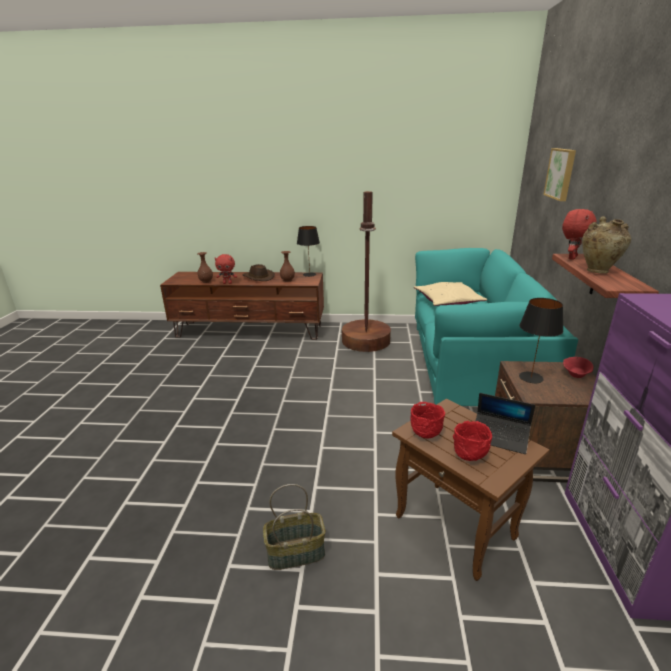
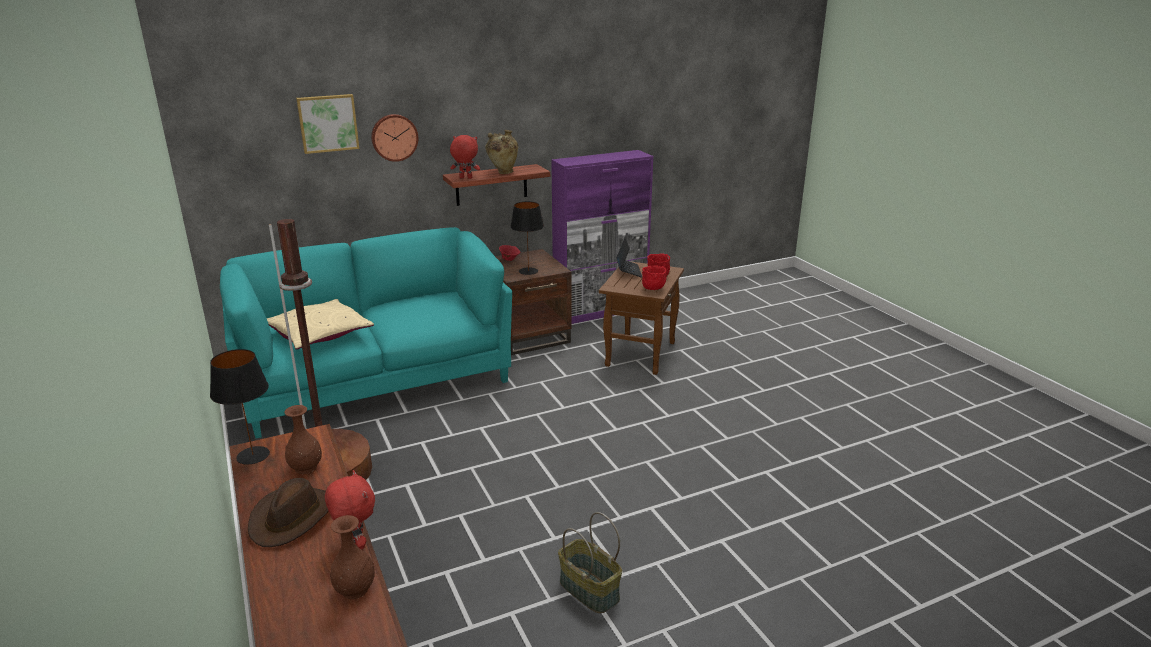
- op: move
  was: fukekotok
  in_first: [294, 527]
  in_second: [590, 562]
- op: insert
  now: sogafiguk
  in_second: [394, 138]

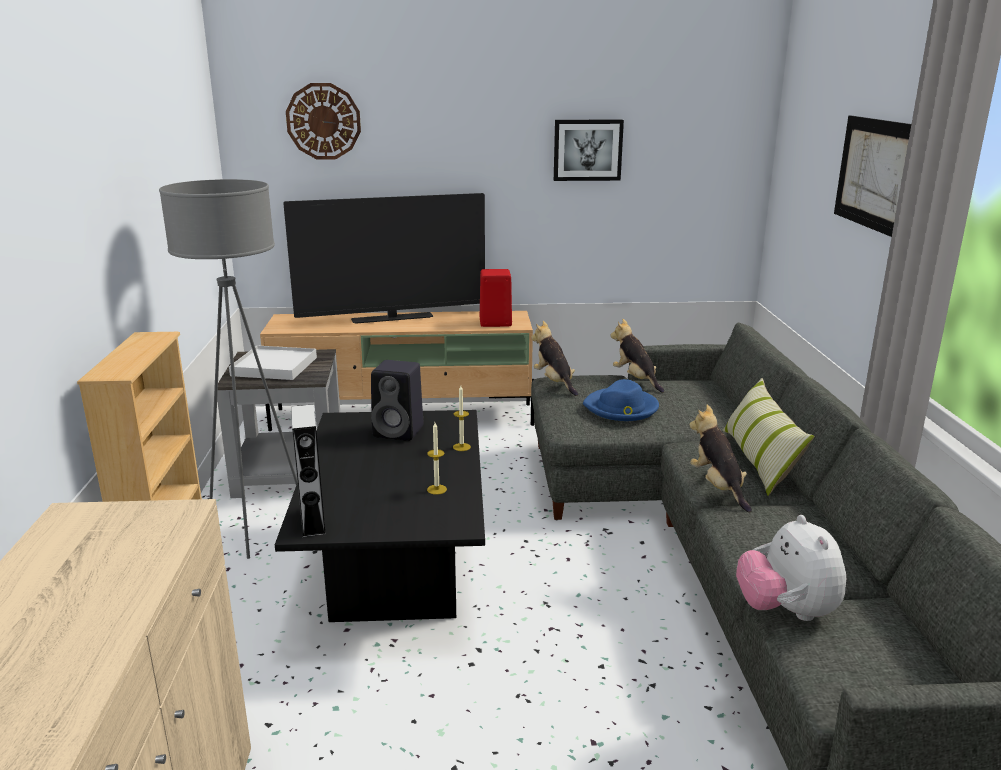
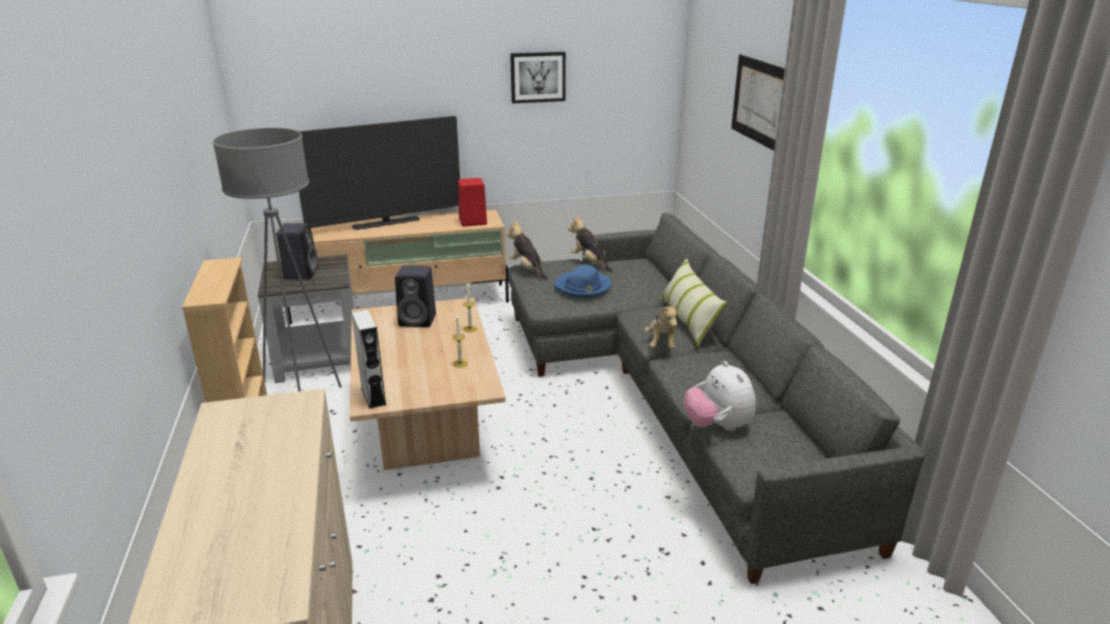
- op: delete
  was: sogafiguk
  in_first: [323, 121]
- op: replace
  was: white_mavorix
  now: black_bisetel
  in_first: [273, 362]
  in_second: [297, 251]
- op: rotate
  was: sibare
  in_first: [721, 458]
  in_second: [662, 326]
  clockwise: -150
- op: recolor
  was: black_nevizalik
  now: beige_nevizalik
  in_first: [380, 516]
  in_second: [428, 384]

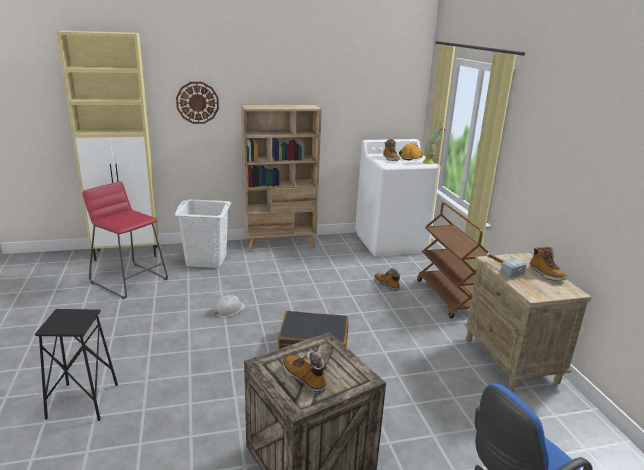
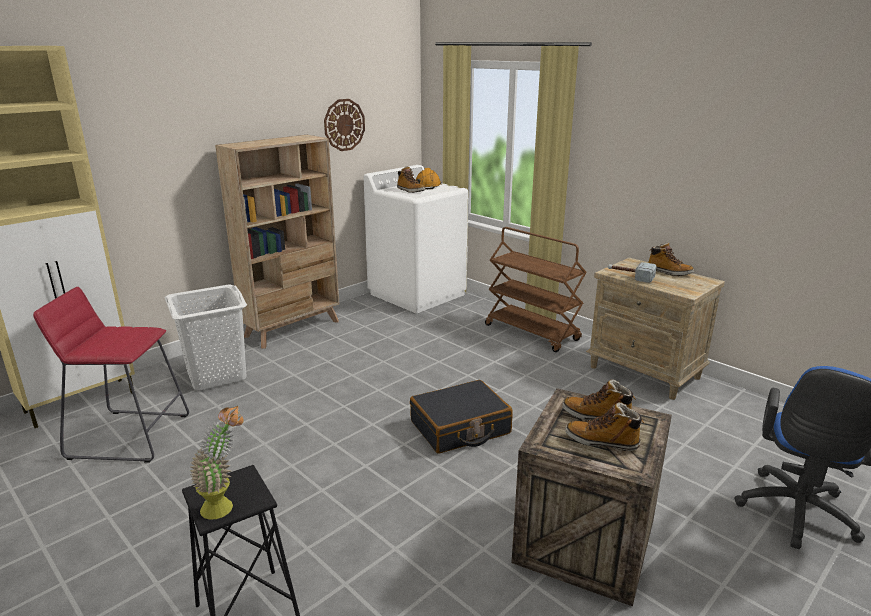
- op: move
  was: sogafiguk
  in_first: [197, 103]
  in_second: [344, 125]
- op: move
  was: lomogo
  in_first: [434, 144]
  in_second: [217, 463]
- op: move
  was: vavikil
  in_first: [387, 279]
  in_second: [599, 399]
- op: delete
  was: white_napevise
  in_first: [230, 306]

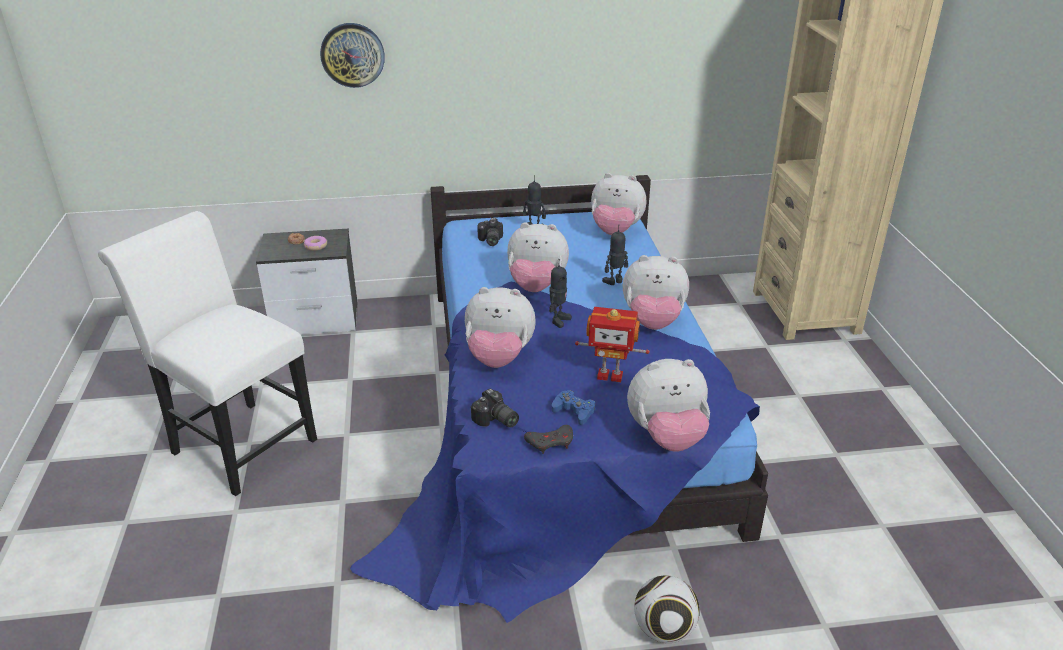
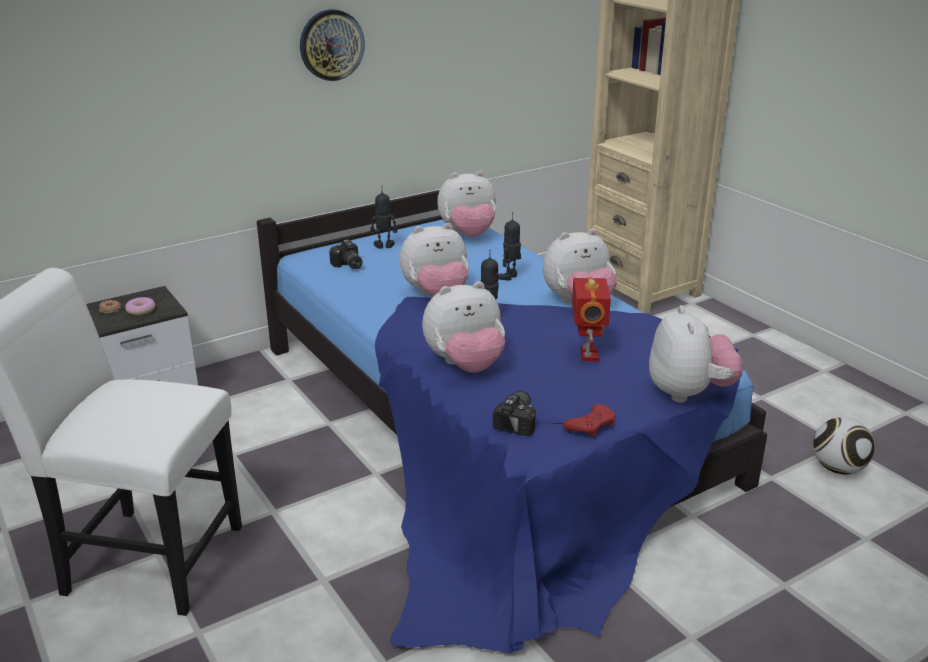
- op: move
  was: sogafiguk
  in_first: [352, 55]
  in_second: [332, 45]
- op: rotate
  was: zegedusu
  in_first: [612, 344]
  in_second: [591, 319]
  clockwise: -75
- op: rotate
  was: sibare
  in_first: [668, 405]
  in_second: [696, 354]
  clockwise: -60
- op: rotate
  was: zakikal
  in_first: [495, 408]
  in_second: [514, 413]
  clockwise: -90
- op: delete
  was: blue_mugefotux
  in_first: [573, 407]
- op: recolor
  was: grey_mugefotux
  now: red_mugefotux
  in_first: [548, 439]
  in_second: [589, 420]
- op: move
  was: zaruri
  in_first: [667, 609]
  in_second: [844, 446]

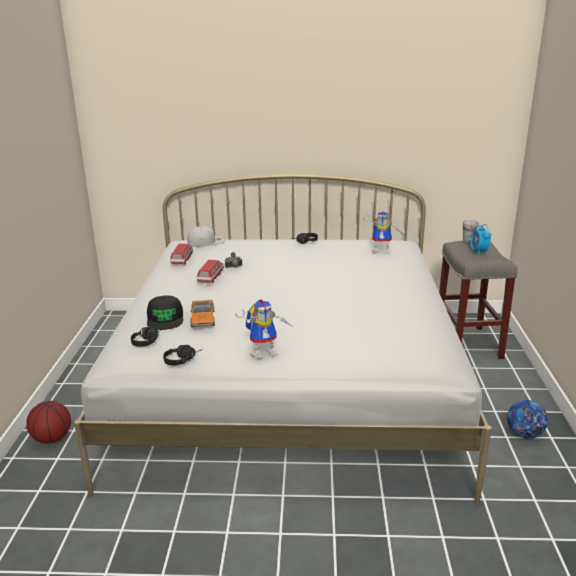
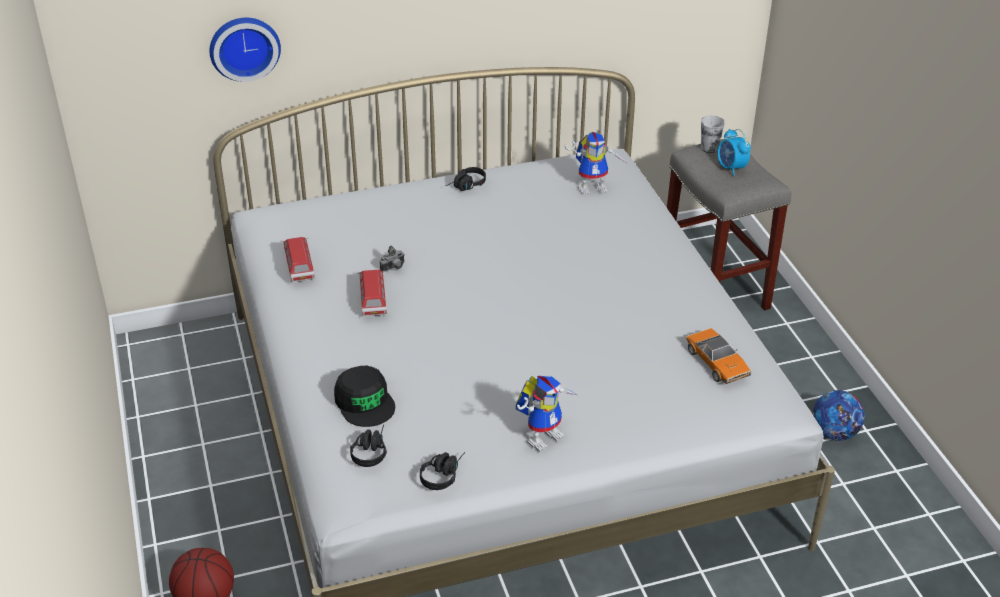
- op: delete
  was: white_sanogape
  in_first: [206, 236]
- op: move
  was: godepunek
  in_first: [202, 313]
  in_second: [718, 356]
- op: insert
  now: sogafiguk
  in_second: [245, 50]

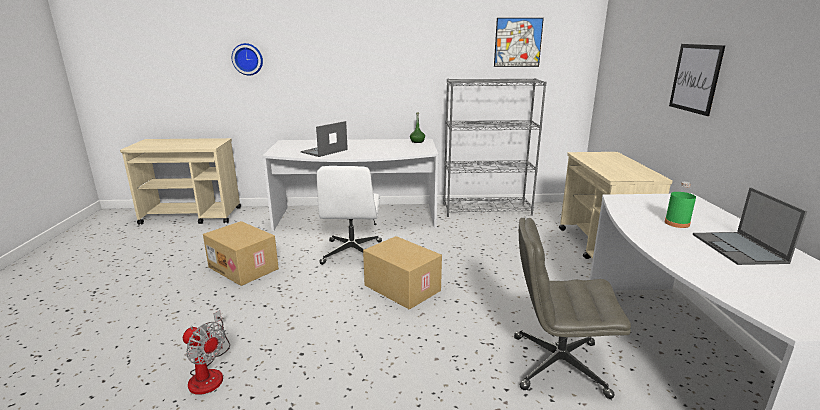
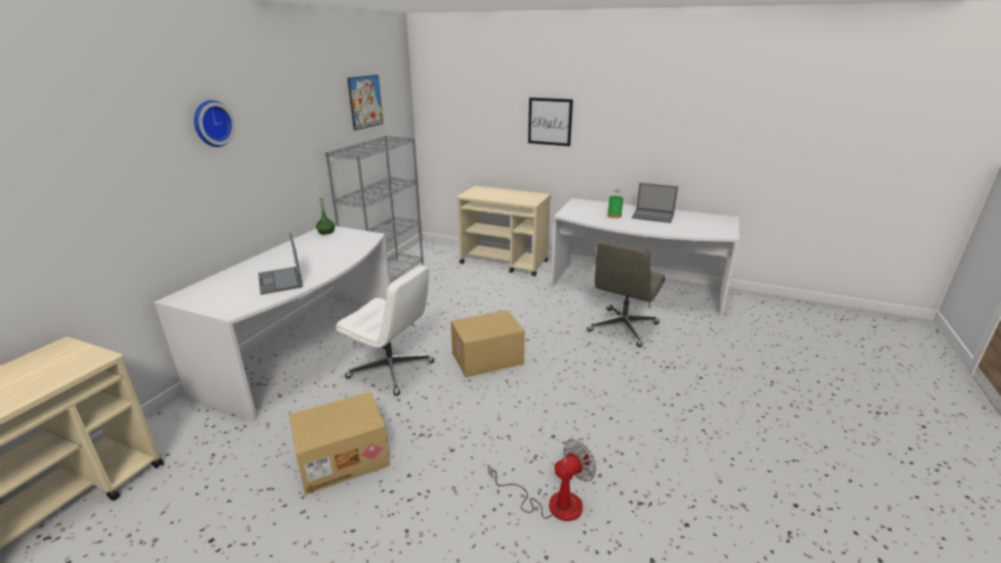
- op: move
  was: sogafiguk
  in_first: [247, 59]
  in_second: [214, 123]

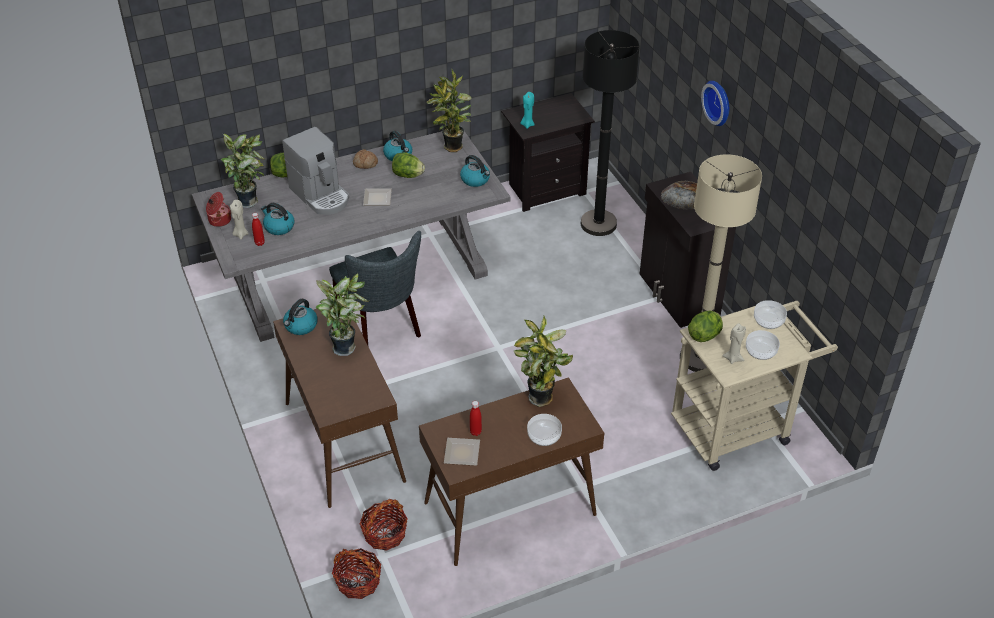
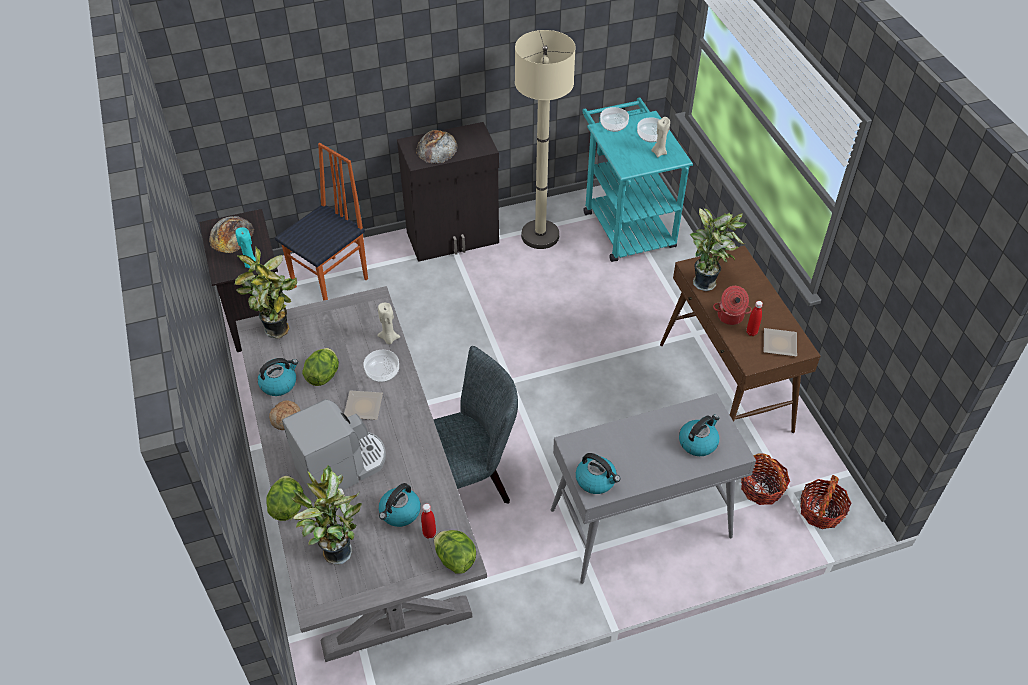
- op: replace
  was: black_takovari
  now: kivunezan
  in_first: [610, 133]
  in_second: [321, 222]
- op: delete
  was: sogafiguk
  in_first: [715, 103]
- op: move
  was: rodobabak
  in_first: [475, 171]
  in_second: [699, 435]
- op: move
  was: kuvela
  in_first: [218, 209]
  in_second: [732, 305]
- op: move
  was: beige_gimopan
  in_first: [239, 219]
  in_second: [389, 323]
- op: delete
  was: lomogo
  in_first: [342, 314]
- op: recolor
  was: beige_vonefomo
  now: turquoise_vonefomo
  in_first: [754, 386]
  in_second: [638, 180]
- op: recolor
  was: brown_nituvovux
  now: grey_nituvovux
  in_first: [339, 407]
  in_second: [653, 488]
- op: move
  was: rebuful
  in_first: [705, 326]
  in_second: [455, 552]
- op: move
  was: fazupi
  in_first: [544, 430]
  in_second: [381, 366]
- op: insert
  now: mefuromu
  in_second: [231, 234]

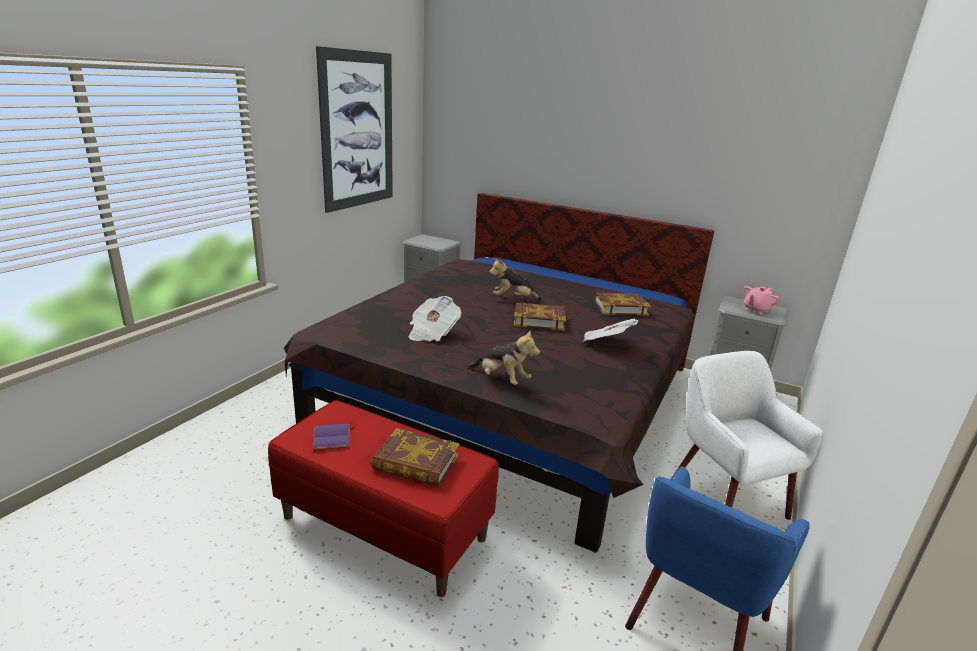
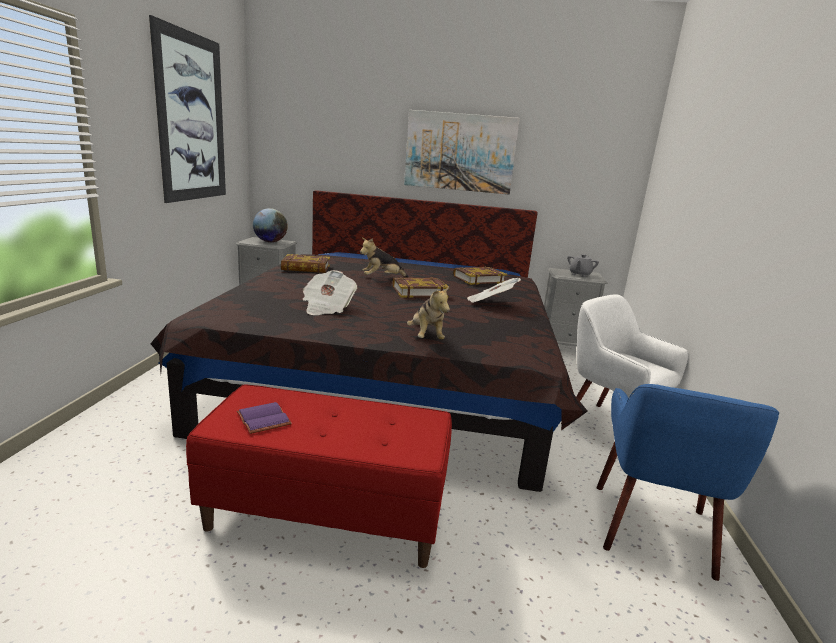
- op: recolor
  was: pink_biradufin
  now: grey_biradufin
  in_first: [762, 300]
  in_second: [583, 265]
- op: rotate
  was: sibare
  in_first: [504, 357]
  in_second: [428, 312]
  clockwise: 60
- op: move
  was: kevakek
  in_first: [415, 457]
  in_second: [305, 263]
- op: insert
  now: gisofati
  in_second: [462, 152]
- op: insert
  now: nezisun
  in_second: [270, 225]

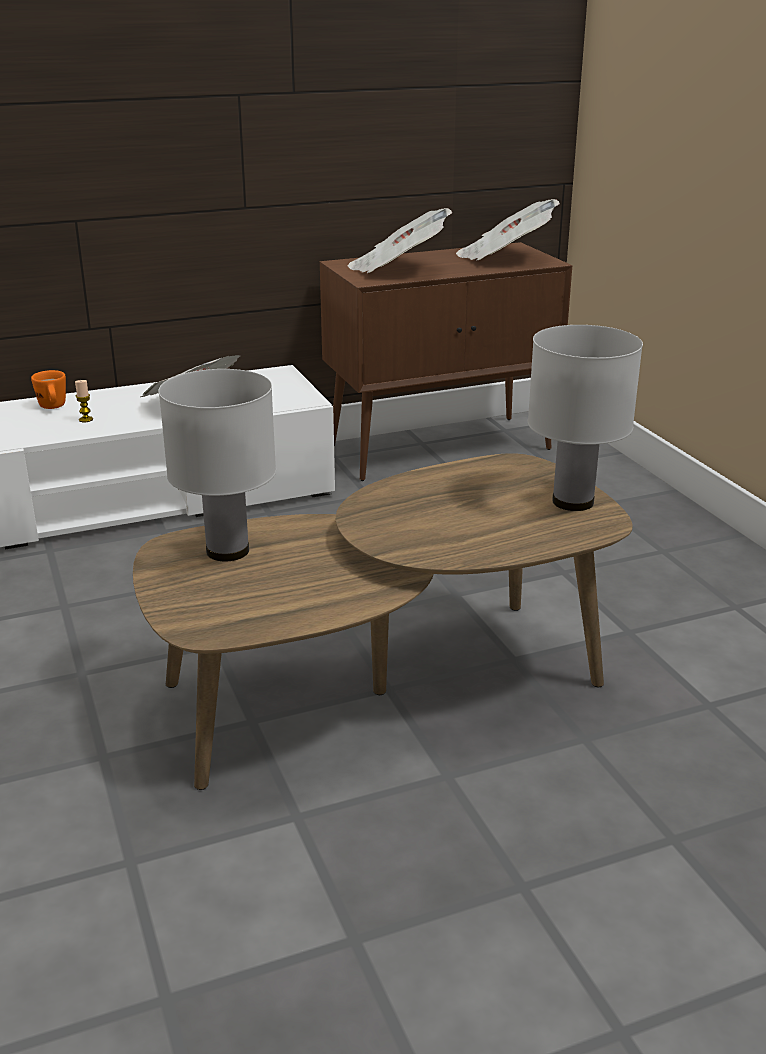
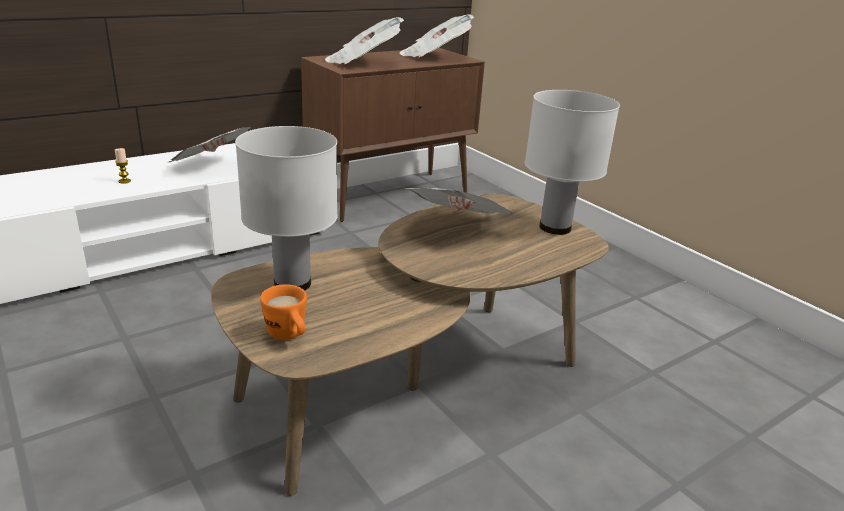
- op: move
  was: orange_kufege
  in_first: [48, 389]
  in_second: [283, 312]
- op: insert
  now: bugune
  in_second: [458, 201]

